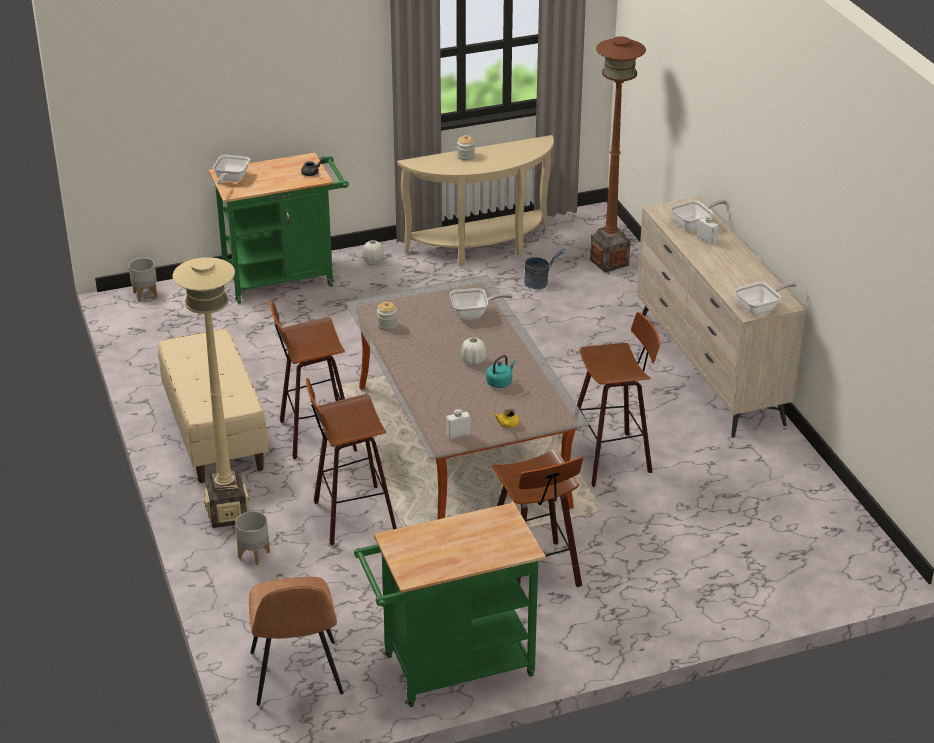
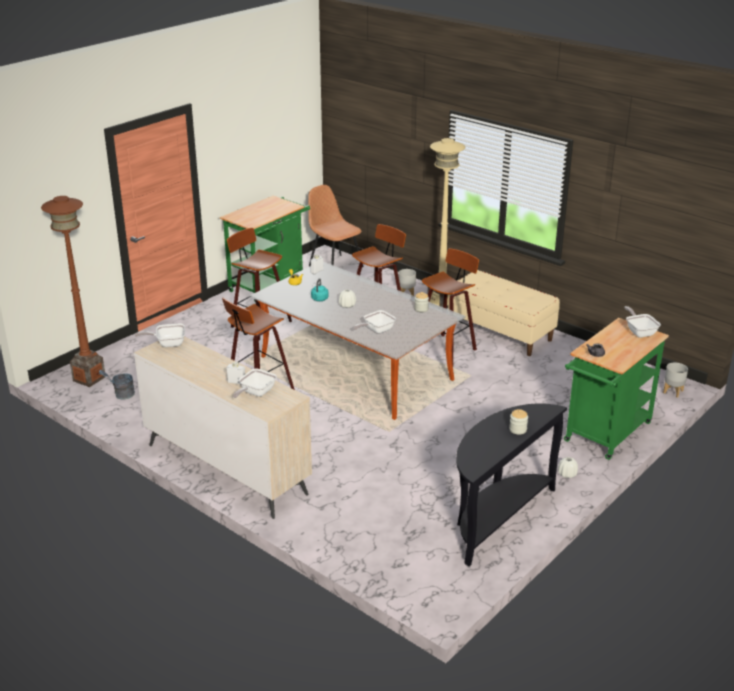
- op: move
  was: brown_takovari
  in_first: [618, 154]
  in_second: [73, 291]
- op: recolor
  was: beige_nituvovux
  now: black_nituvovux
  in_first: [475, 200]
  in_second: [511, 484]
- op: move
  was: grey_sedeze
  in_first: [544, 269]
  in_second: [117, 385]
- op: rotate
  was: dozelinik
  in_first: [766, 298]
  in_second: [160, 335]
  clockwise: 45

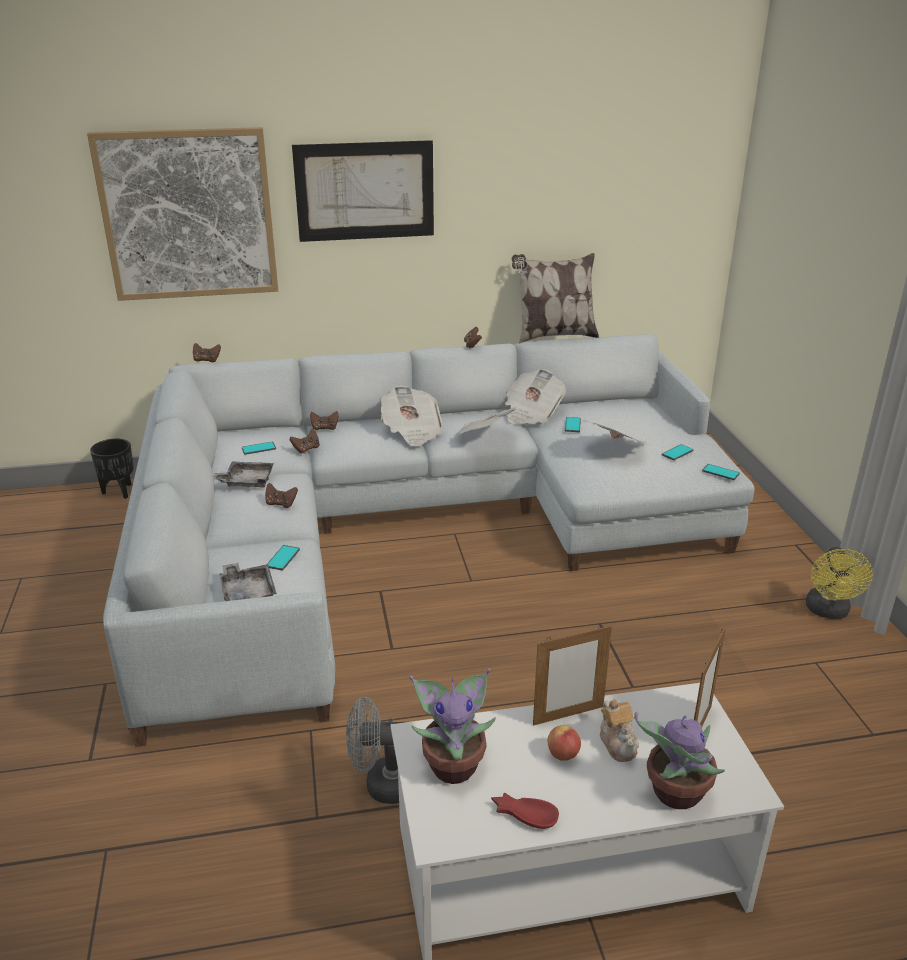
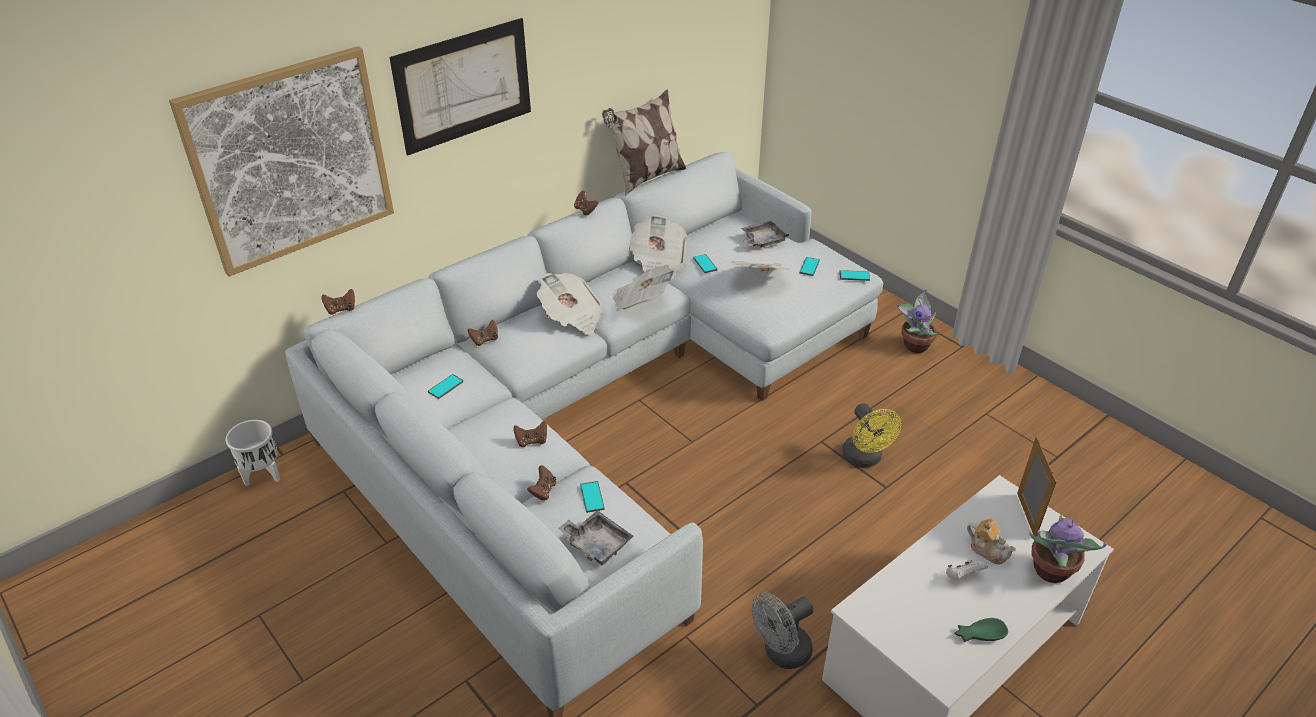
- op: move
  was: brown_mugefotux
  in_first: [305, 441]
  in_second: [541, 483]
- op: recolor
  was: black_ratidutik
  now: white_ratidutik
  in_first: [112, 469]
  in_second: [253, 453]
- op: move
  was: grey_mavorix
  in_first: [243, 474]
  in_second: [765, 234]
- op: move
  was: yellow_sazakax
  in_first: [839, 583]
  in_second: [872, 435]
- op: delete
  was: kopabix
  in_first: [572, 675]
- op: move
  was: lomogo
  in_first: [452, 726]
  in_second: [918, 321]
- op: replace
  was: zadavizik
  now: white_mugefotux
  in_first: [564, 743]
  in_second: [967, 569]
- op: recolor
  was: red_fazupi
  now: green_fazupi
  in_first: [525, 811]
  in_second: [981, 630]

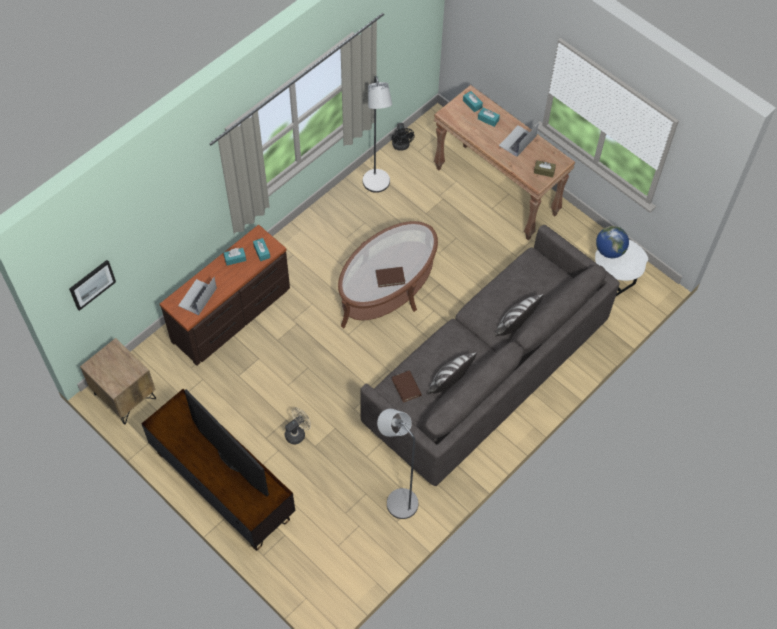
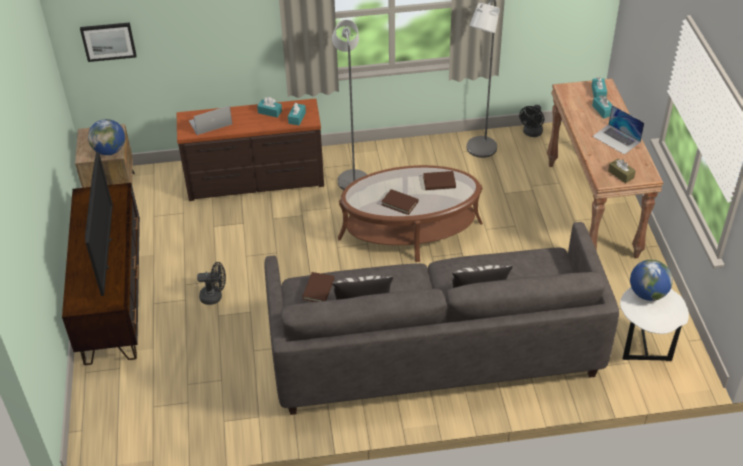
- op: rotate
  was: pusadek
  in_first: [519, 140]
  in_second: [618, 130]
  clockwise: -120
- op: recolor
  was: beige_sazakax
  now: black_sazakax
  in_first: [298, 425]
  in_second: [211, 283]
- op: move
  was: grey_takovari
  in_first: [398, 464]
  in_second: [349, 105]
- op: insert
  now: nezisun
  in_second: [106, 137]
- op: insert
  now: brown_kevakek
  in_second: [439, 180]

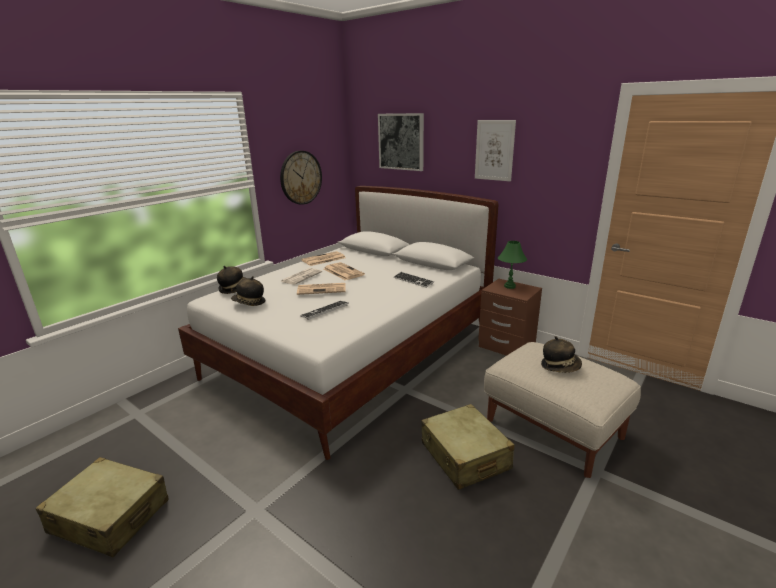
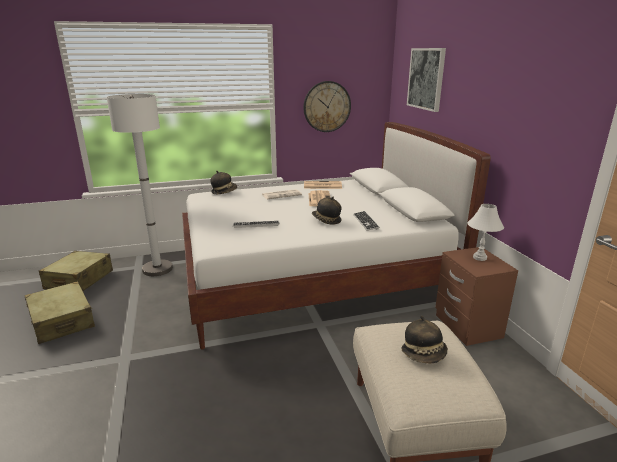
- op: delete
  was: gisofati
  in_first: [495, 150]
- op: recolor
  was: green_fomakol
  now: white_fomakol
  in_first: [512, 265]
  in_second: [485, 232]
- op: move
  was: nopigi
  in_first: [248, 291]
  in_second: [327, 211]
- op: delete
  was: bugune
  in_first: [321, 289]
- op: move
  was: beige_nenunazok
  in_first: [467, 447]
  in_second: [76, 271]
- op: insert
  now: white_takovari
  in_second: [140, 185]

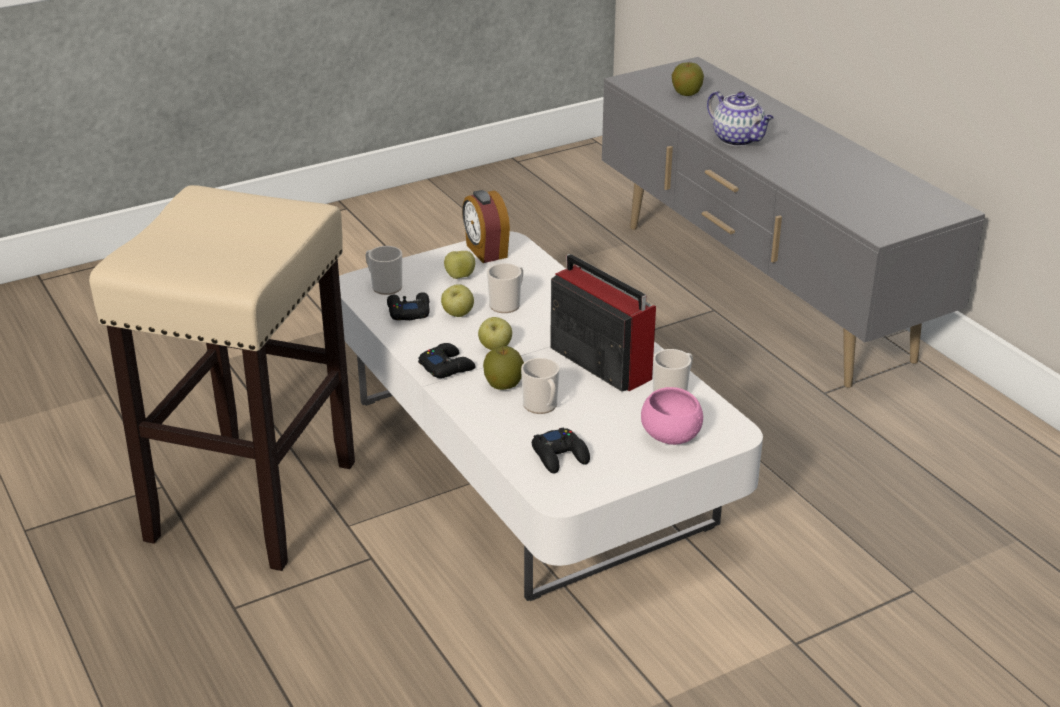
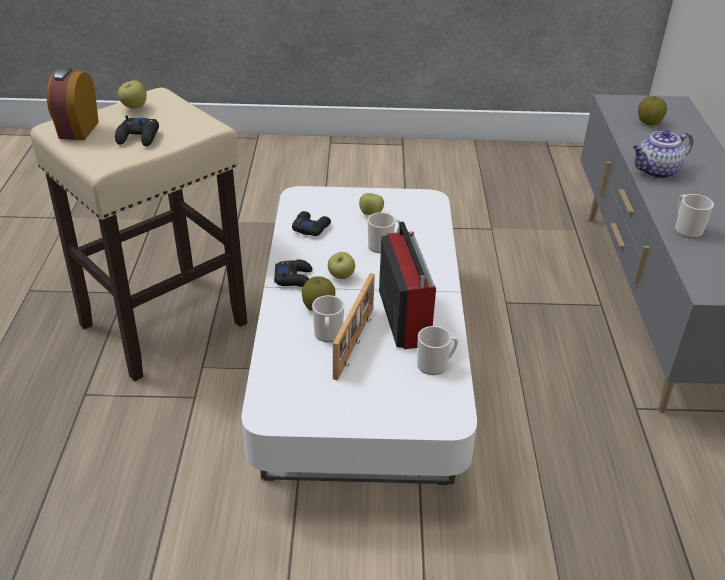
- op: rotate
  was: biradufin
  in_first: [740, 118]
  in_second: [663, 154]
  clockwise: 75
- op: move
  was: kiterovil
  in_first: [486, 226]
  in_second: [73, 104]
- op: move
  was: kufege
  in_first: [384, 270]
  in_second: [694, 216]
- op: move
  was: zadavizik
  in_first: [457, 300]
  in_second: [132, 94]
- op: delete
  was: pink_fazupi
  in_first: [672, 416]
- op: move
  was: black_mugefotux
  in_first: [561, 450]
  in_second: [137, 130]
- op: insert
  now: kopabix
  in_second: [354, 326]

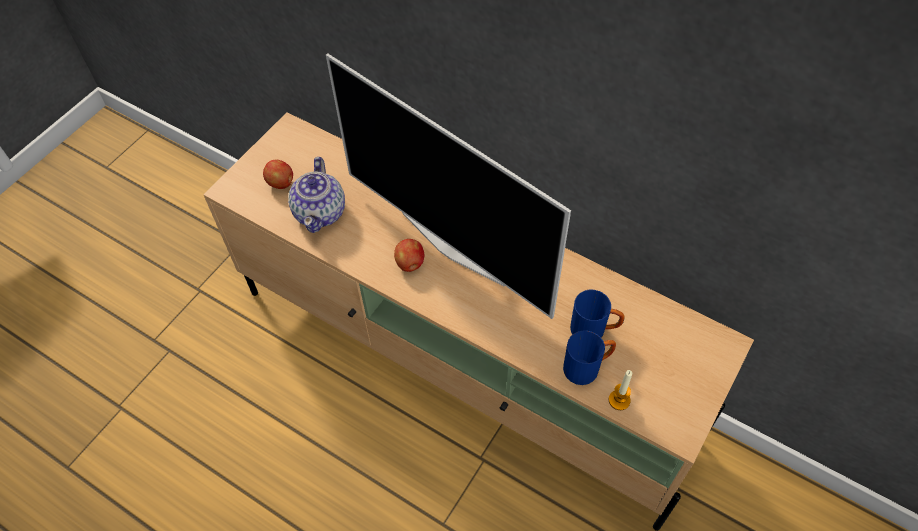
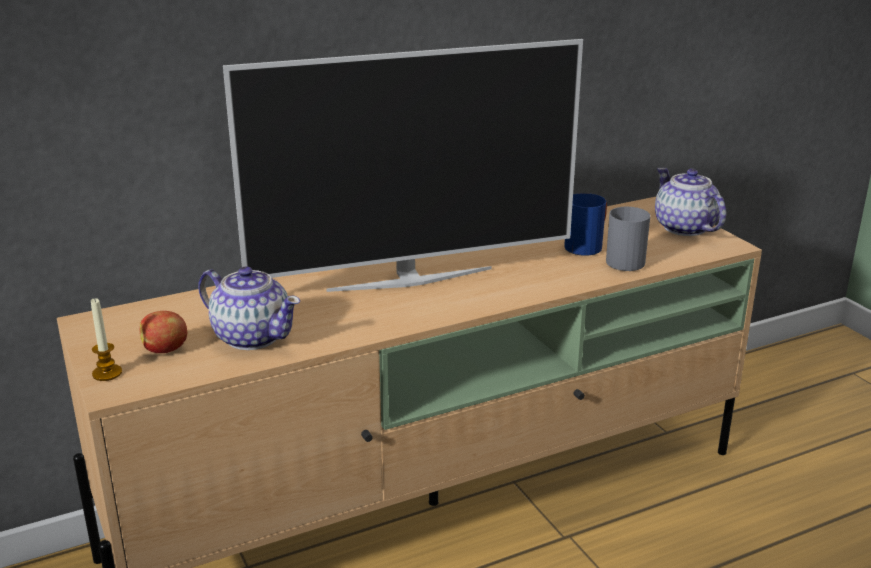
- op: delete
  was: zadavizik
  in_first: [409, 255]
- op: recolor
  was: blue_kufege
  now: grey_kufege
  in_first: [589, 357]
  in_second: [628, 239]
- op: move
  was: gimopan
  in_first: [620, 390]
  in_second: [106, 339]
- op: insert
  now: biradufin
  in_second: [690, 202]

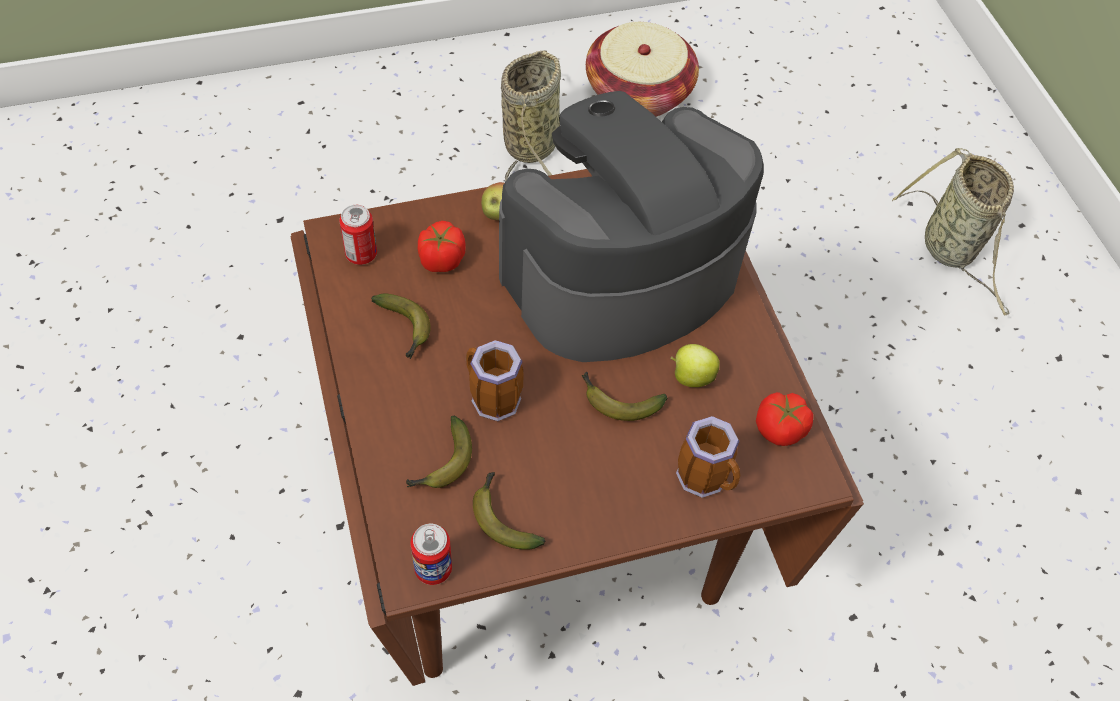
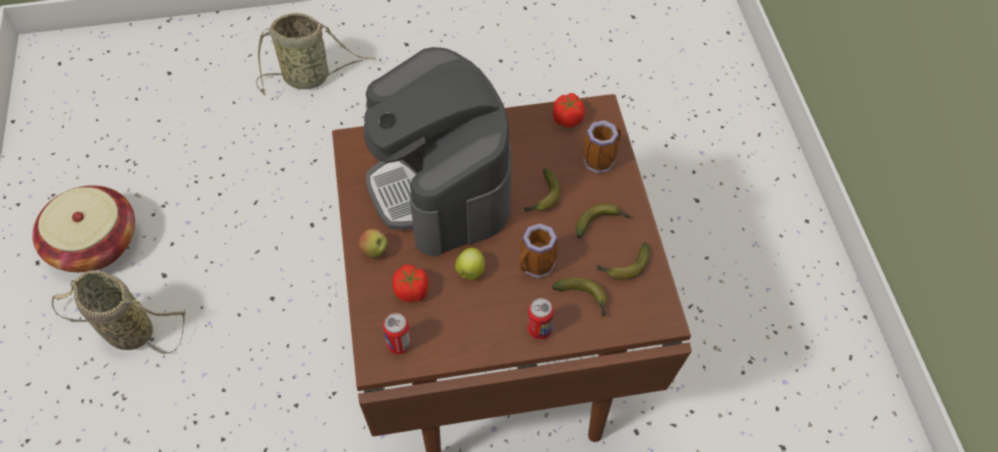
- op: move
  was: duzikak
  in_first: [401, 326]
  in_second: [603, 220]
- op: move
  was: zadavizik
  in_first: [695, 365]
  in_second: [470, 263]
- op: move
  was: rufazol
  in_first: [431, 554]
  in_second: [540, 318]

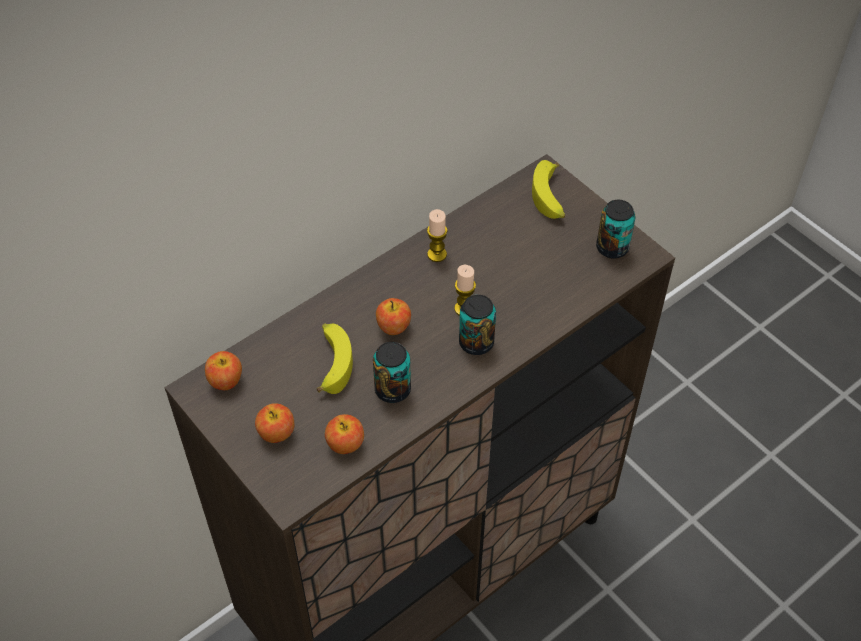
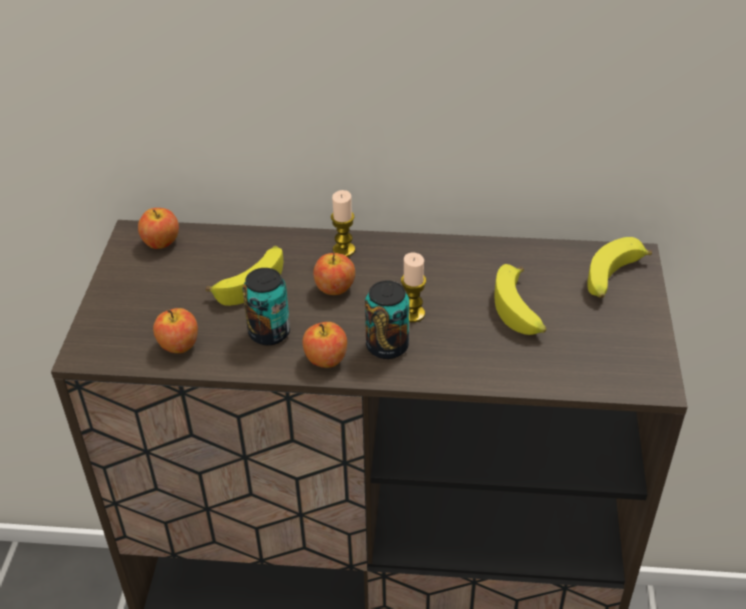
- op: delete
  was: rufazol
  in_first: [616, 229]
- op: move
  was: gimopan
  in_first: [437, 235]
  in_second: [343, 223]
- op: move
  was: zadavizik
  in_first: [275, 423]
  in_second: [325, 345]
- op: insert
  now: duzikak
  in_second: [520, 299]

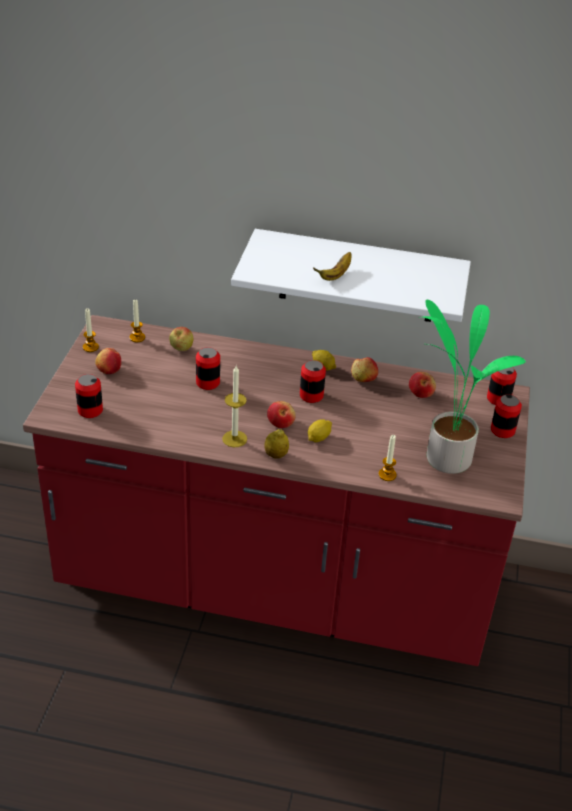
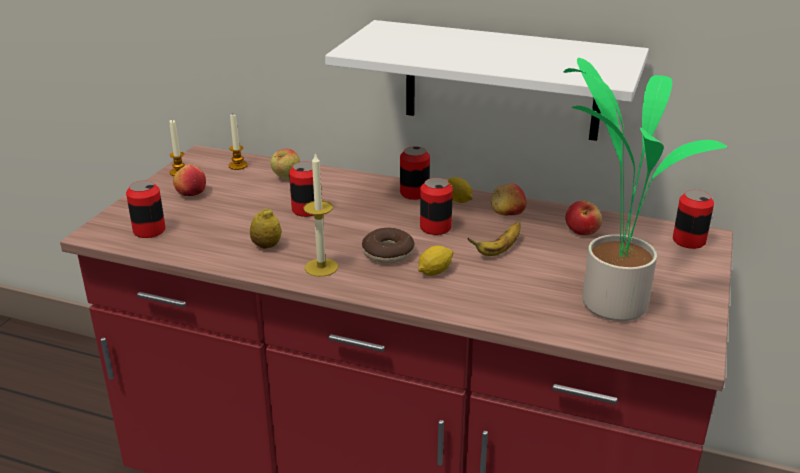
- op: move
  was: duzikak
  in_first: [332, 266]
  in_second: [494, 239]
- op: move
  was: rufazol
  in_first: [506, 416]
  in_second: [415, 173]
- op: replace
  was: zadavizik
  now: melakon
  in_first: [281, 414]
  in_second: [388, 245]
- op: move
  was: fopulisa
  in_first: [276, 444]
  in_second: [265, 228]
- op: delete
  was: gimopan
  in_first: [388, 458]

